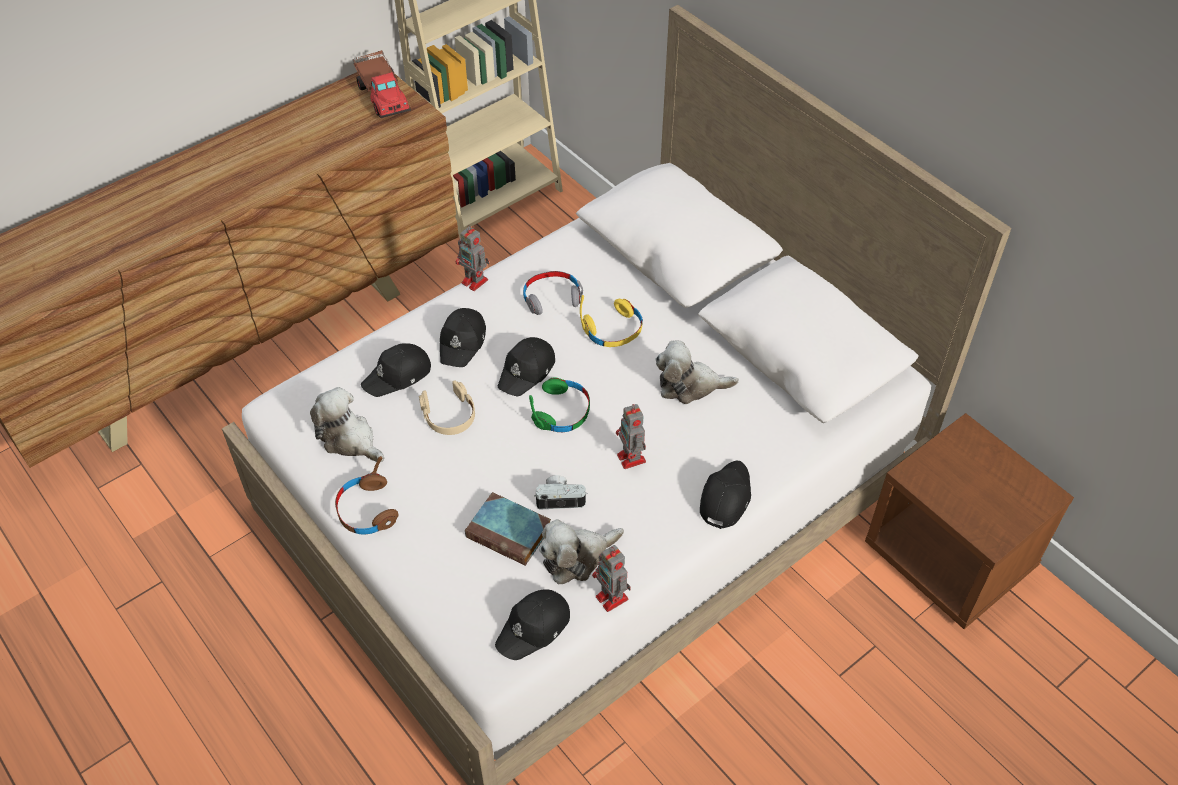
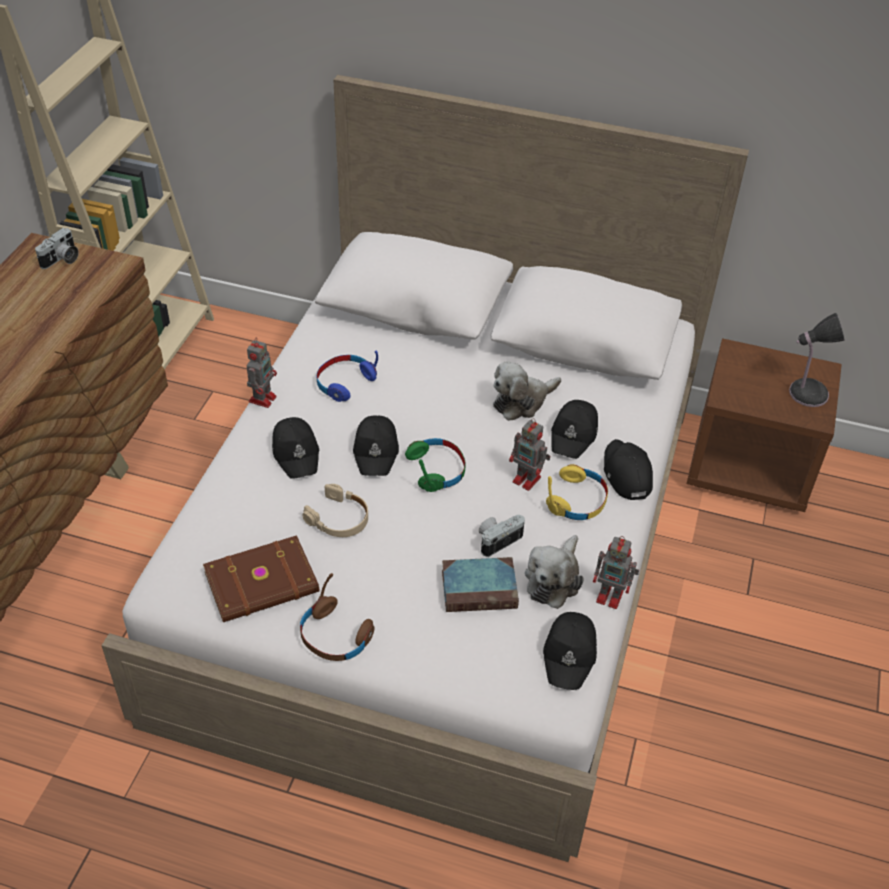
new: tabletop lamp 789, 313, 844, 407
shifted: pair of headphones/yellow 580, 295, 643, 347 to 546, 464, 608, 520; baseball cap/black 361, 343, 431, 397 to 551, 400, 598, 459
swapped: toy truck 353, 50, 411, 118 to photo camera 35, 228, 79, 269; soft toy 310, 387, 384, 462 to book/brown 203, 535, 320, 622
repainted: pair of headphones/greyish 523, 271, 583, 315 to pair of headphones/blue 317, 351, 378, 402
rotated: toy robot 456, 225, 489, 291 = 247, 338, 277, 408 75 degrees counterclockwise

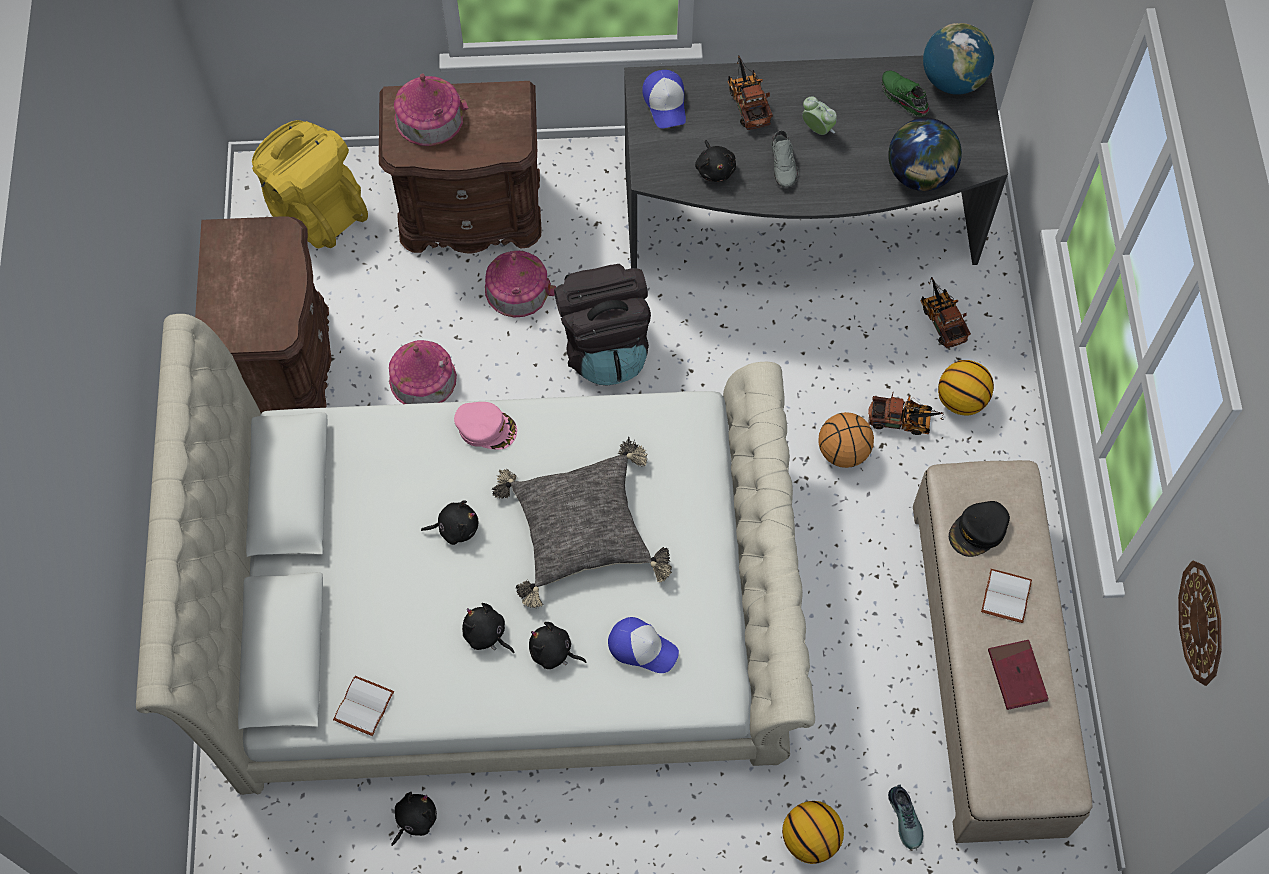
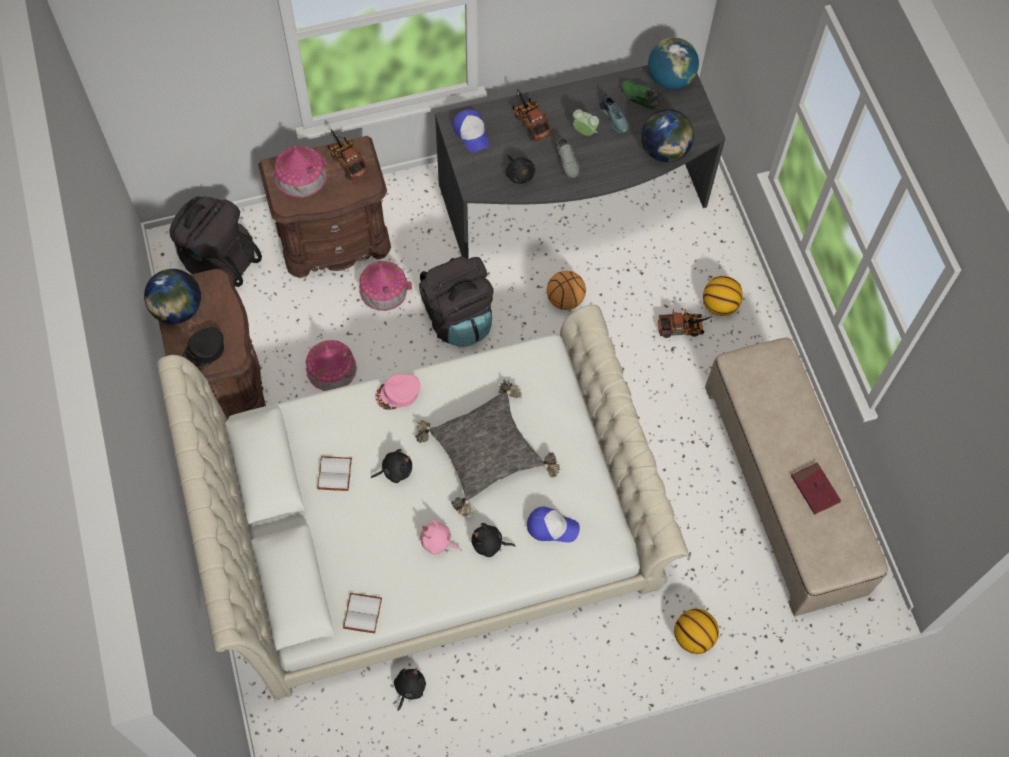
gone: clock on the wall 1178, 561, 1222, 686
new: world globe 144, 269, 201, 324
shifted: toy truck 921, 277, 971, 348 to 328, 129, 368, 181; ball for basketball 818, 412, 874, 468 to 547, 271, 586, 310; baseball cap/black 949, 501, 1010, 557 to 183, 327, 224, 370; book/whitish 981, 569, 1032, 623 to 317, 456, 352, 491; shoe 888, 785, 923, 849 to 600, 93, 629, 133
repainted: rucksack/yellow 252, 120, 368, 248 to rucksack/black 170, 196, 262, 287; soft toy/black 462, 603, 515, 653 to soft toy/pink-coloured 420, 520, 462, 555
rotated: baseball cap/pink-coloured 454, 402, 517, 450 = 375, 374, 421, 410 150 degrees clockwise

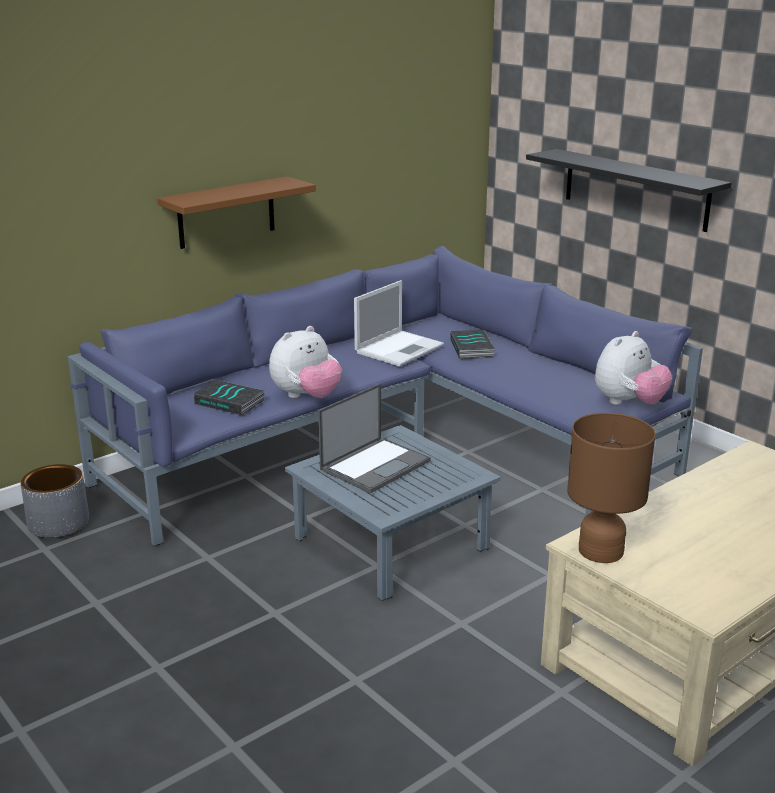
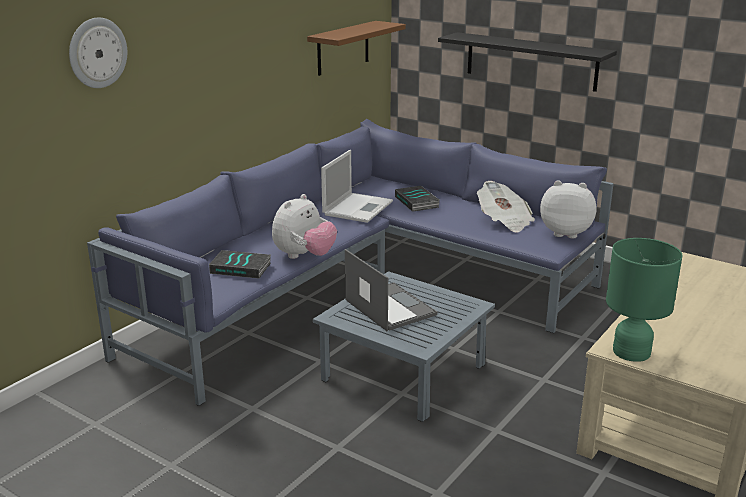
gone: plant pot/greyish 20, 464, 89, 538
new: clock on the wall 69, 18, 127, 88; newspaper 477, 181, 535, 233
shifted: shelf/brown 157, 176, 316, 249 to 307, 21, 406, 76
repainted: tabletop lamp/brown 567, 413, 656, 563 to tabletop lamp/green-coloured 606, 238, 683, 362
rotated: soft toy 595, 331, 672, 405 = 540, 180, 596, 239 105 degrees counterclockwise; portable computer 318, 383, 431, 493 = 345, 249, 437, 331 60 degrees counterclockwise

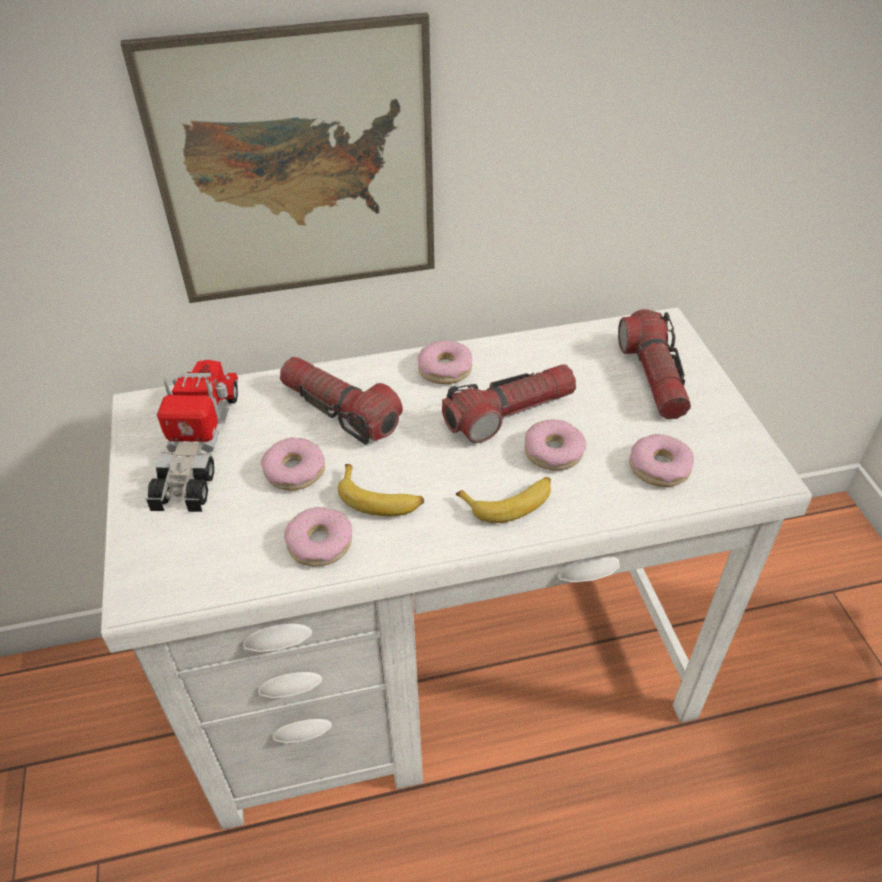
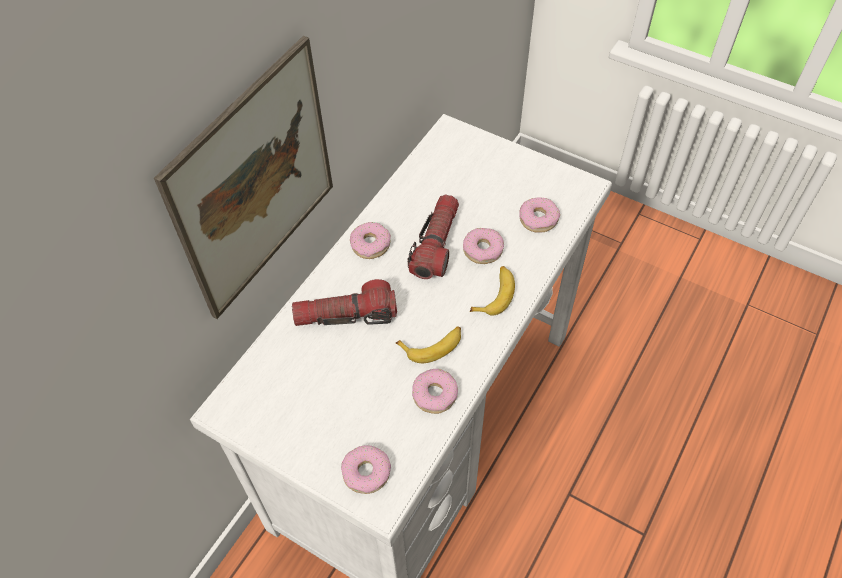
gone: flashlight 618, 309, 691, 419; toy truck 145, 359, 238, 512
shifted: doughnut 261, 437, 325, 491 to 341, 445, 391, 494

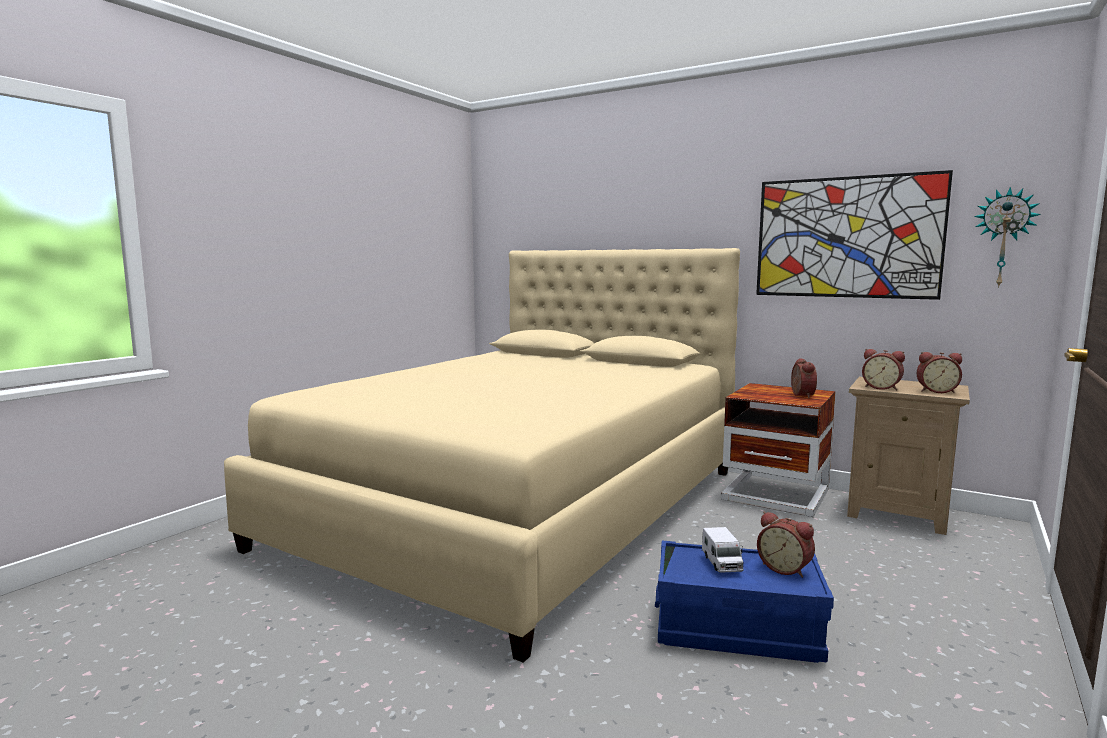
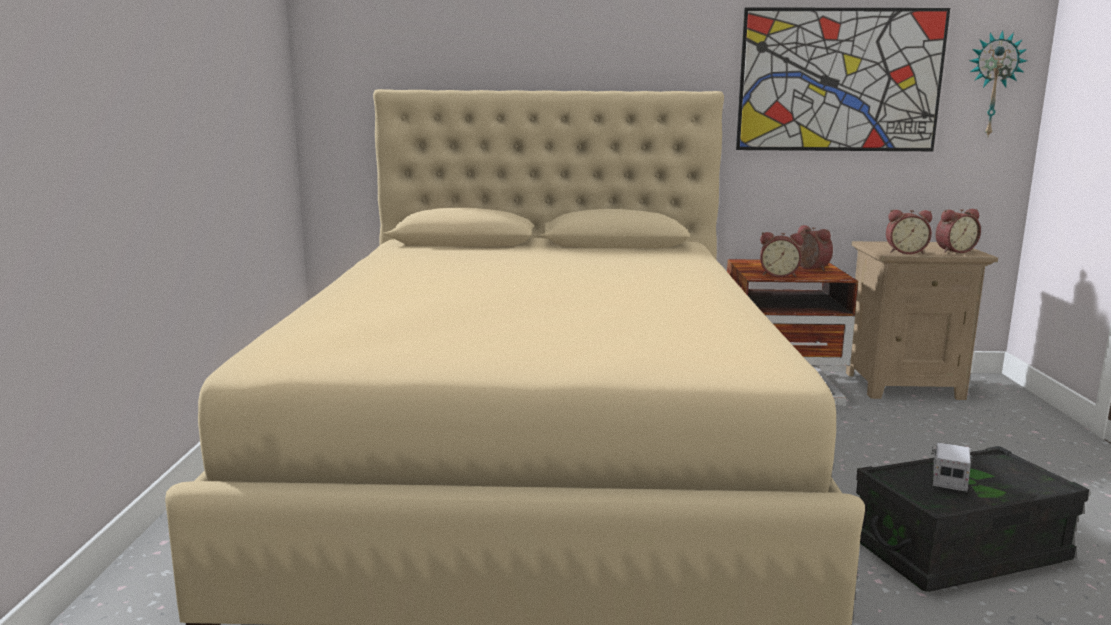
shifted: bedside clock 757, 512, 815, 578 to 760, 232, 804, 277
repainted: storage container/blue 655, 541, 834, 663 to storage container/black 856, 446, 1089, 592
rotated: toy truck 702, 527, 744, 573 = 932, 442, 973, 492 120 degrees counterclockwise

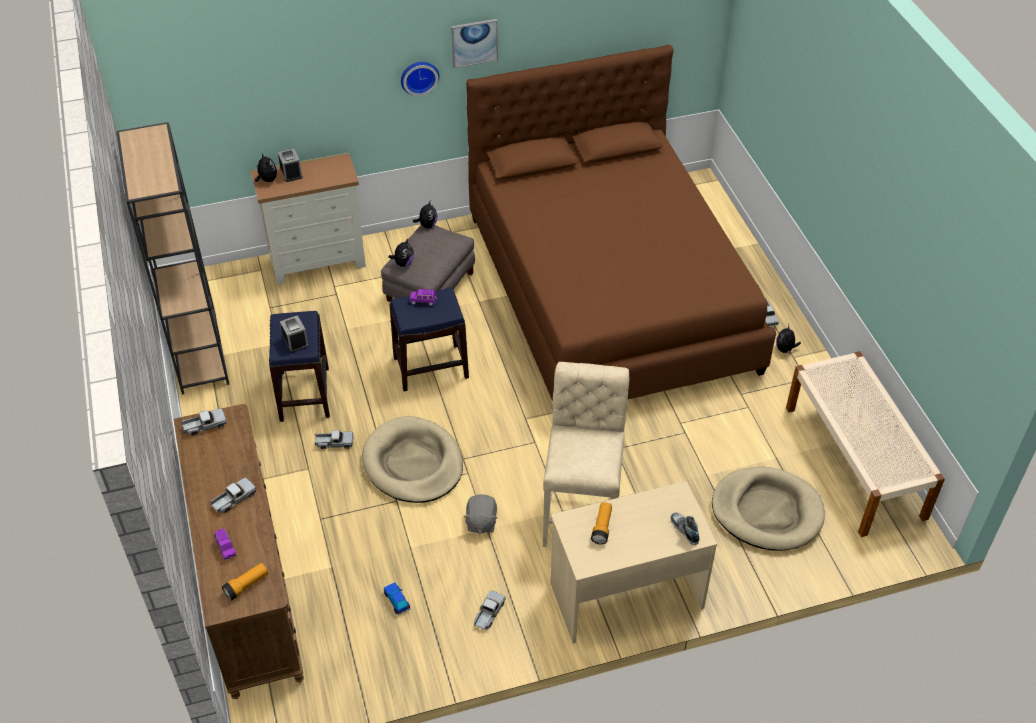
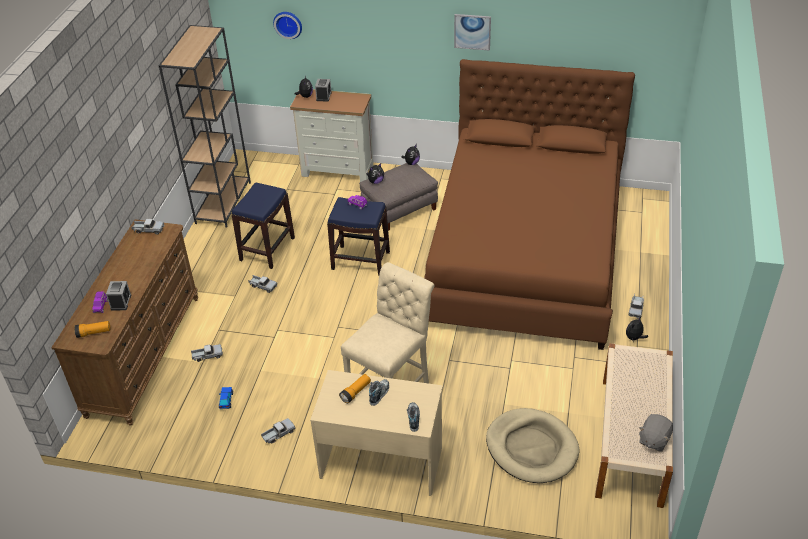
gone: pet bed/beige 362, 416, 463, 503
new: shoe 369, 379, 389, 406
shifted: clock on the wall 401, 62, 439, 96 to 273, 12, 302, 39; bedside clock 280, 315, 309, 353 to 106, 281, 131, 310; toy truck 210, 477, 257, 513 to 191, 344, 223, 362; soft toy/greyish 464, 494, 497, 534 to 639, 414, 673, 452

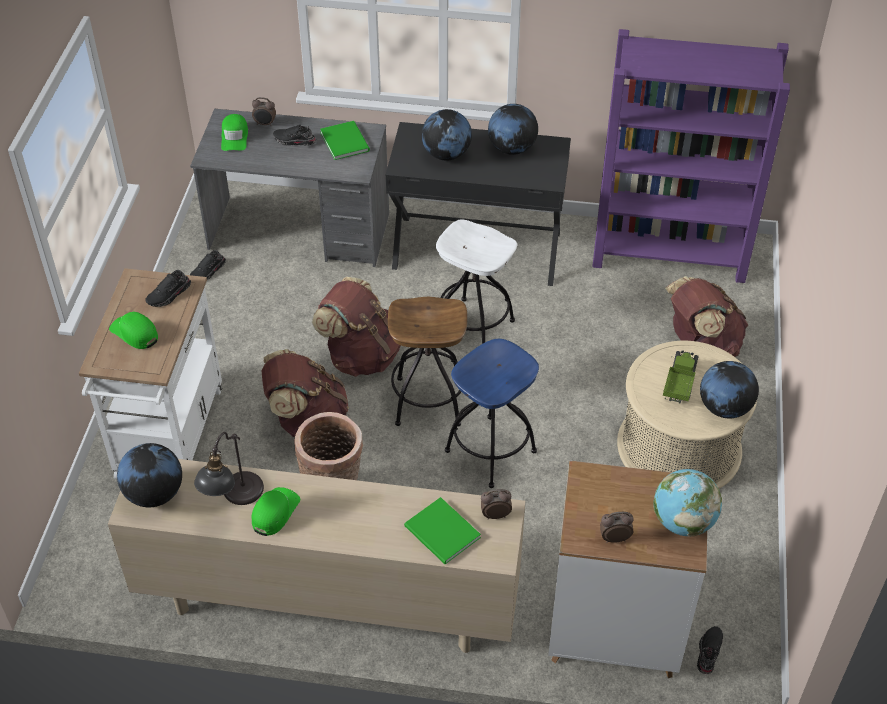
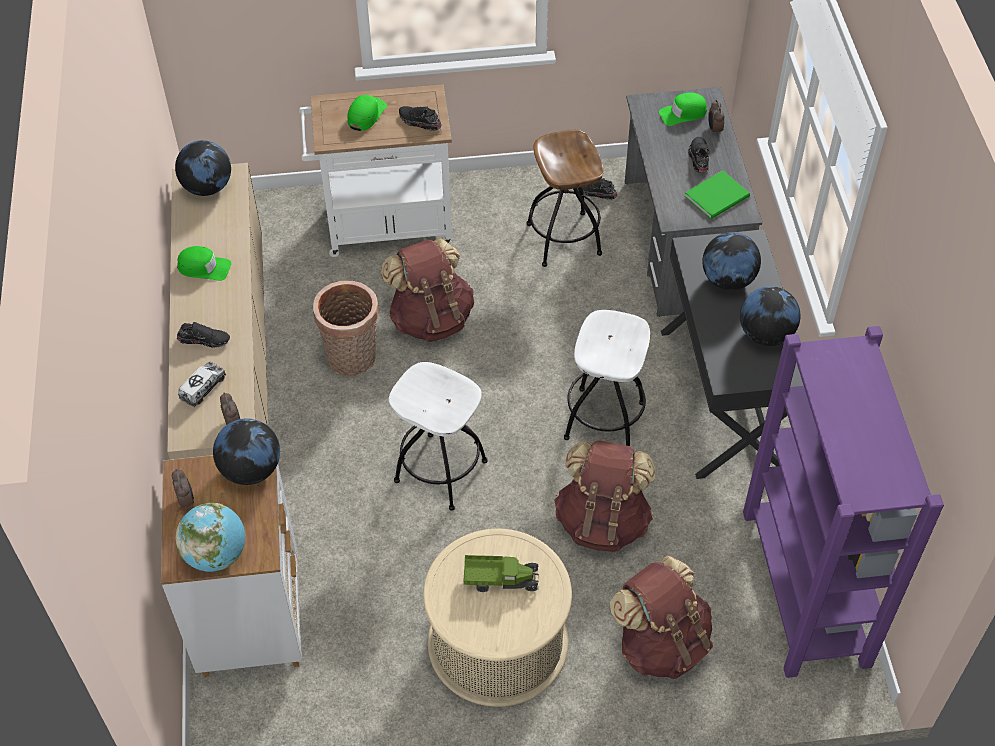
gone: tabletop lamp/greyish 194, 432, 264, 505
shifted: rucksack/brown 312, 277, 401, 377 to 554, 441, 655, 552; stool seat/brown 388, 297, 467, 426 to 527, 130, 604, 267; world globe 700, 361, 759, 418 to 213, 419, 280, 485; shoe/black 697, 626, 723, 674 to 177, 322, 230, 348
swapped: book/green-coloured 404, 497, 481, 564 to toy truck 178, 362, 226, 407
repainted: stool seat/blue 445, 339, 539, 488 to stool seat/whitish 389, 362, 488, 511

